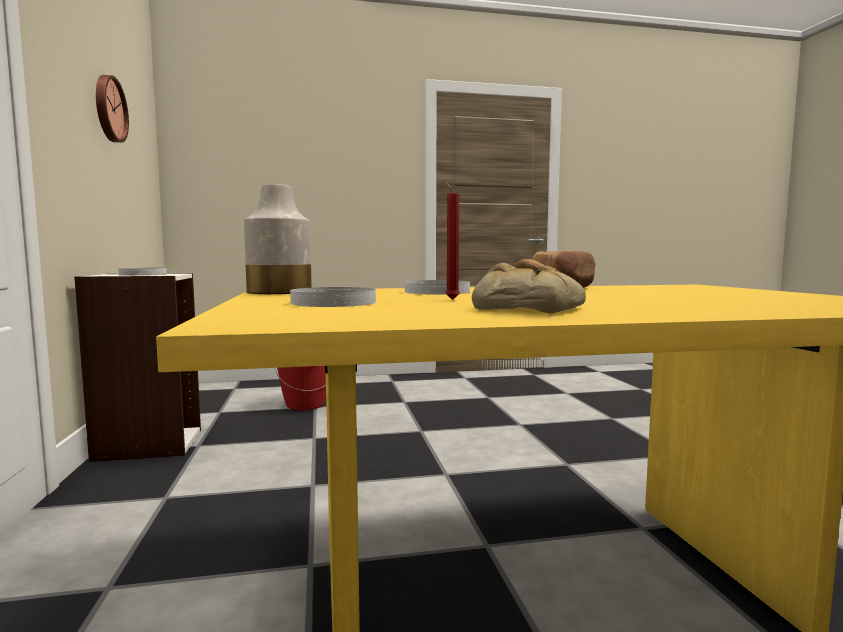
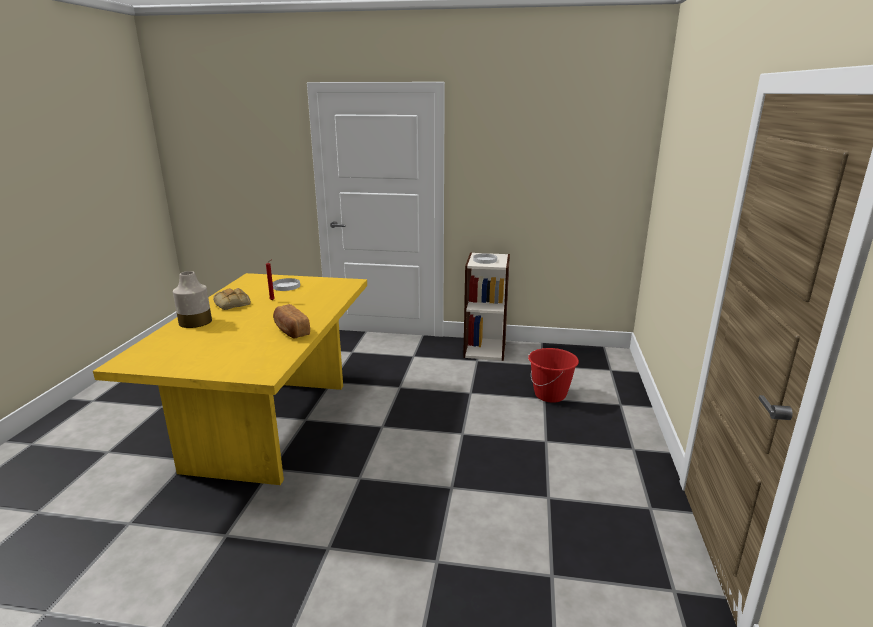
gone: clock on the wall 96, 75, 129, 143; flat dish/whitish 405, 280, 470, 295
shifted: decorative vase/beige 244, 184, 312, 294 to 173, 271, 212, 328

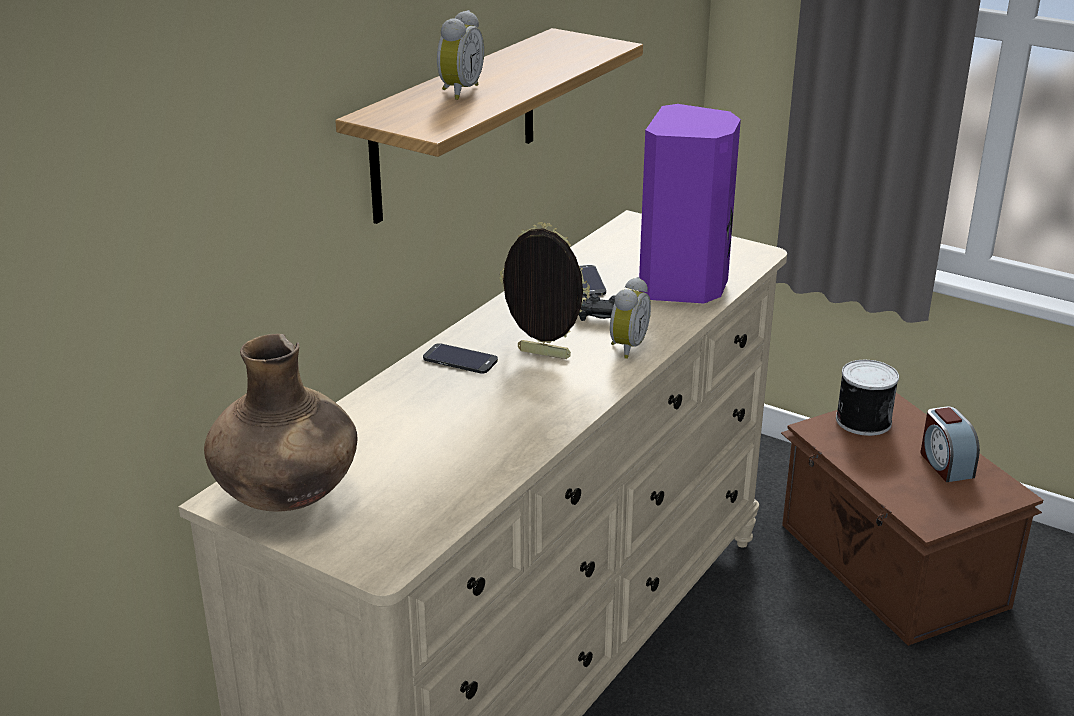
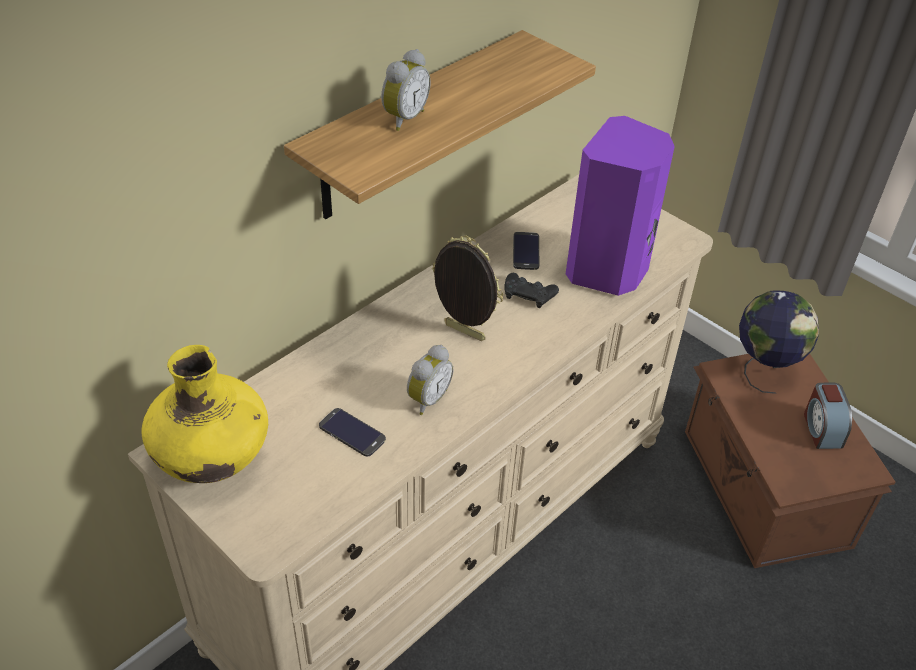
shifted: bedside clock 610, 277, 651, 359 to 407, 345, 453, 415; telephone 423, 343, 498, 373 to 319, 408, 386, 457
swapped: can 836, 360, 899, 436 to world globe 739, 290, 819, 394
repainted: decorative vase/brown 204, 334, 357, 512 to decorative vase/yellow 142, 345, 268, 483

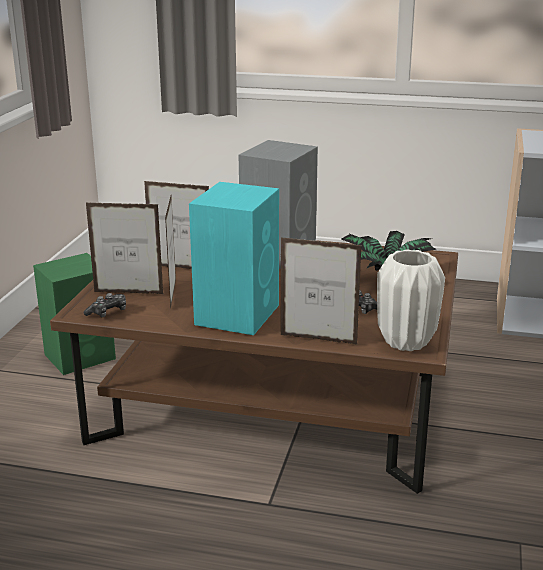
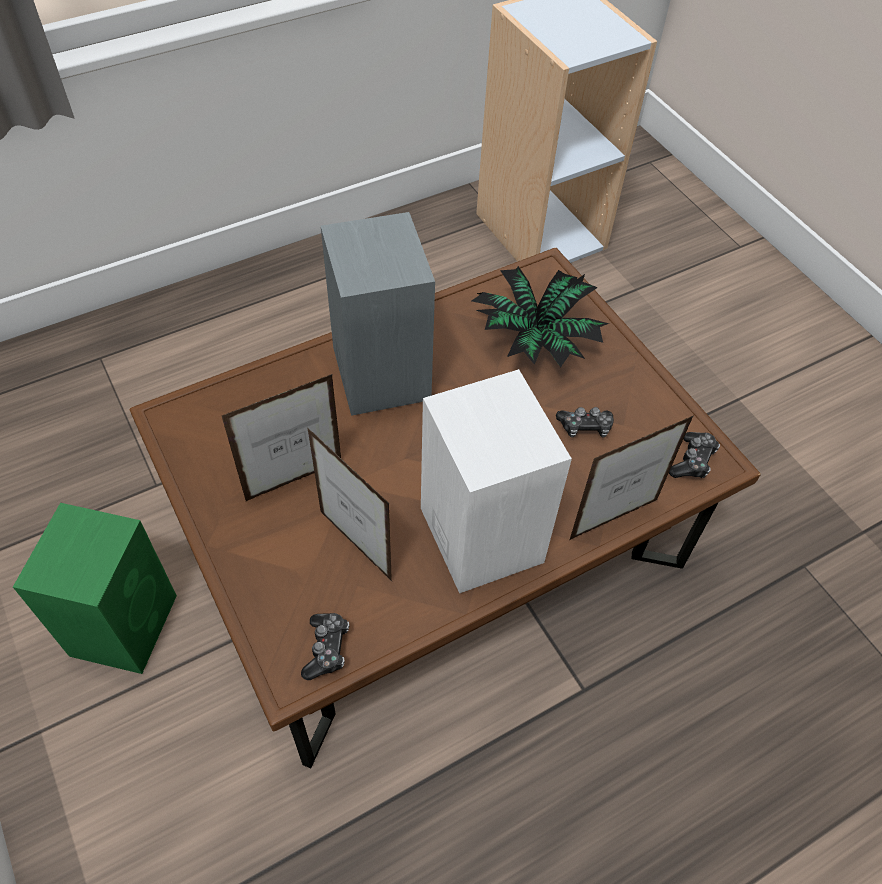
gone: photo frame 86, 203, 163, 294
swapped: decorative vase/whitish 377, 249, 445, 351 to joypad 669, 432, 720, 478
repainted: audio speaker/turquoise-coloured 189, 182, 279, 335 to audio speaker/whitish 421, 369, 572, 593

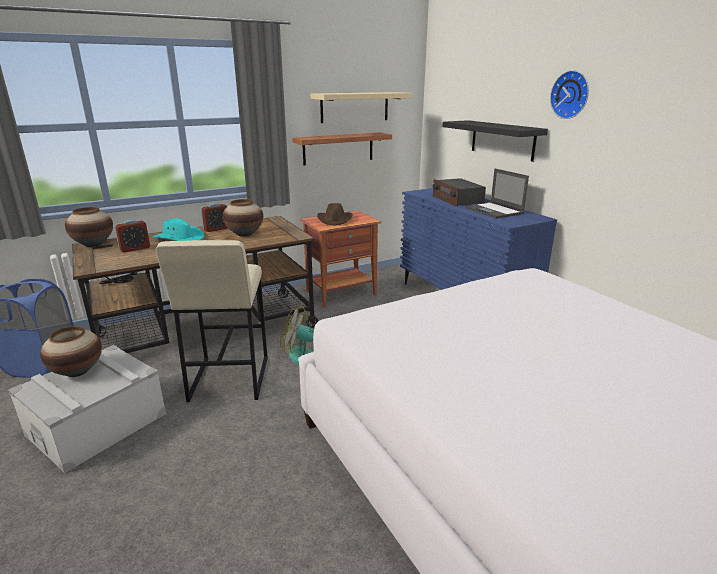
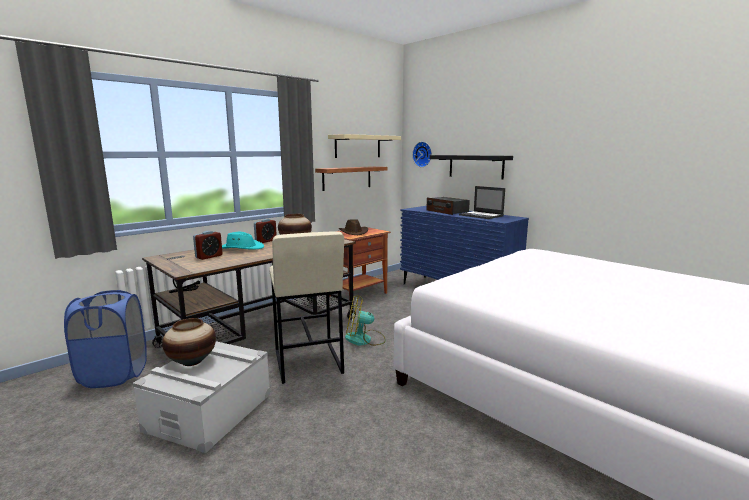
gone: decorative vase 65, 207, 113, 247
shifted: clock on the wall 550, 70, 589, 119 to 412, 142, 432, 167

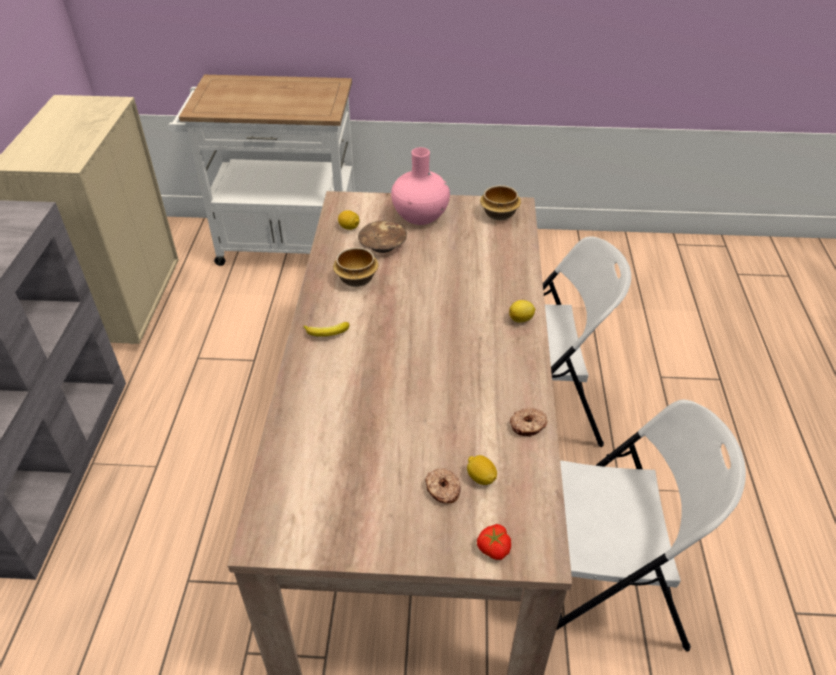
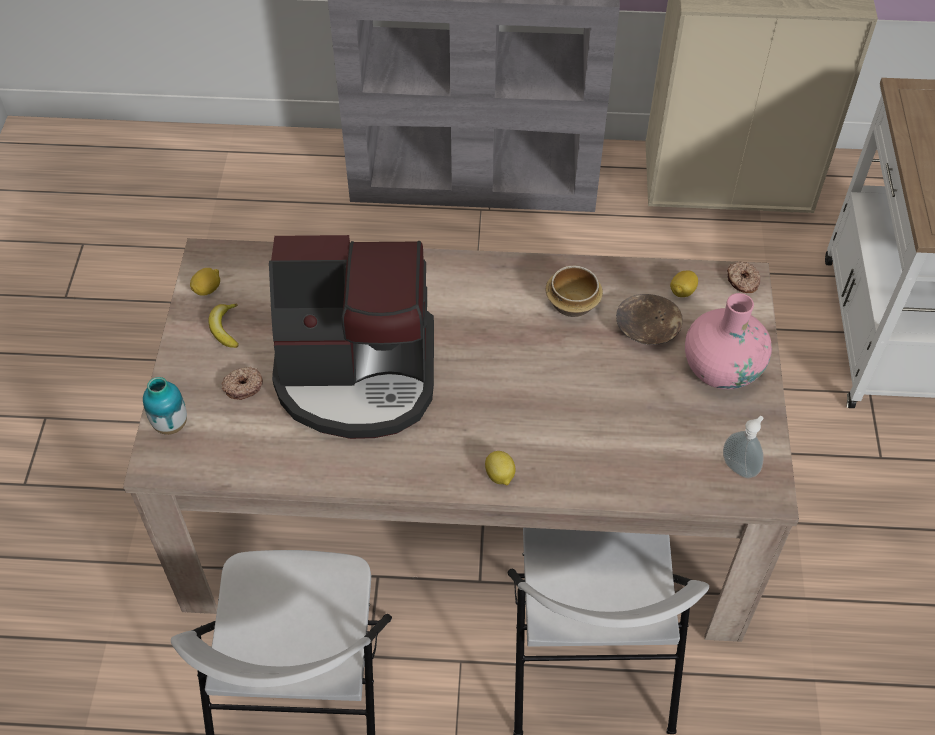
new: coffee machine 269, 235, 434, 439
shifted: banana fruit 303, 322, 349, 337 to 208, 304, 239, 348; doughnut 510, 408, 548, 437 to 727, 261, 760, 293; lemon 467, 455, 497, 485 to 190, 268, 220, 296
swapped: bowl 480, 185, 521, 220 to soap dispenser 723, 416, 764, 478; fresh tomato 477, 524, 511, 560 to decorative vase 143, 377, 187, 435

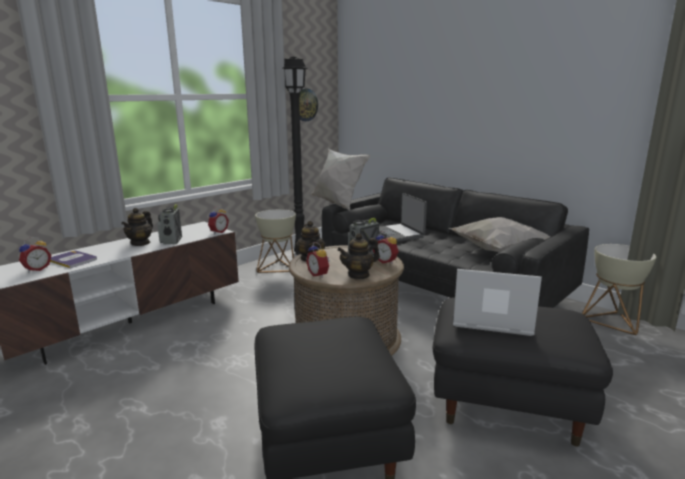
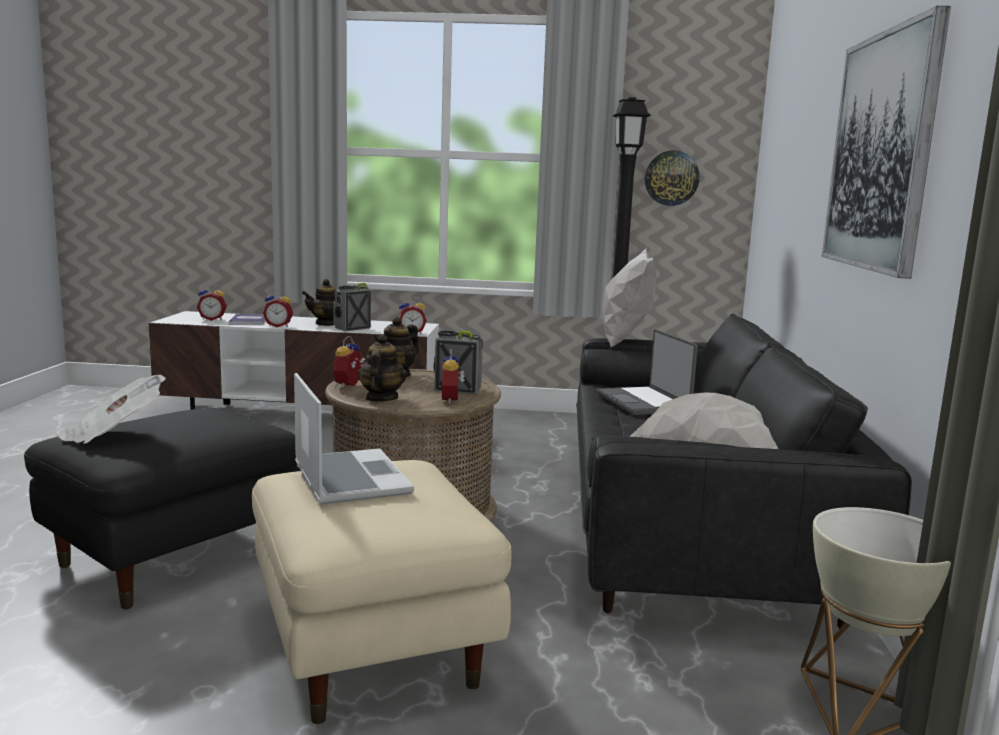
gone: plant pot 255, 209, 296, 273
new: picture 822, 6, 951, 279; bedside clock 263, 290, 293, 328; newspaper 58, 375, 166, 444
repainted: footrest/black 433, 297, 613, 447 to footrest/beige 252, 460, 512, 724
rotated: portable computer 379, 193, 427, 242 = 597, 330, 698, 415 45 degrees counterclockwise; teapot 338, 233, 380, 279 = 358, 334, 407, 402 75 degrees clockwise

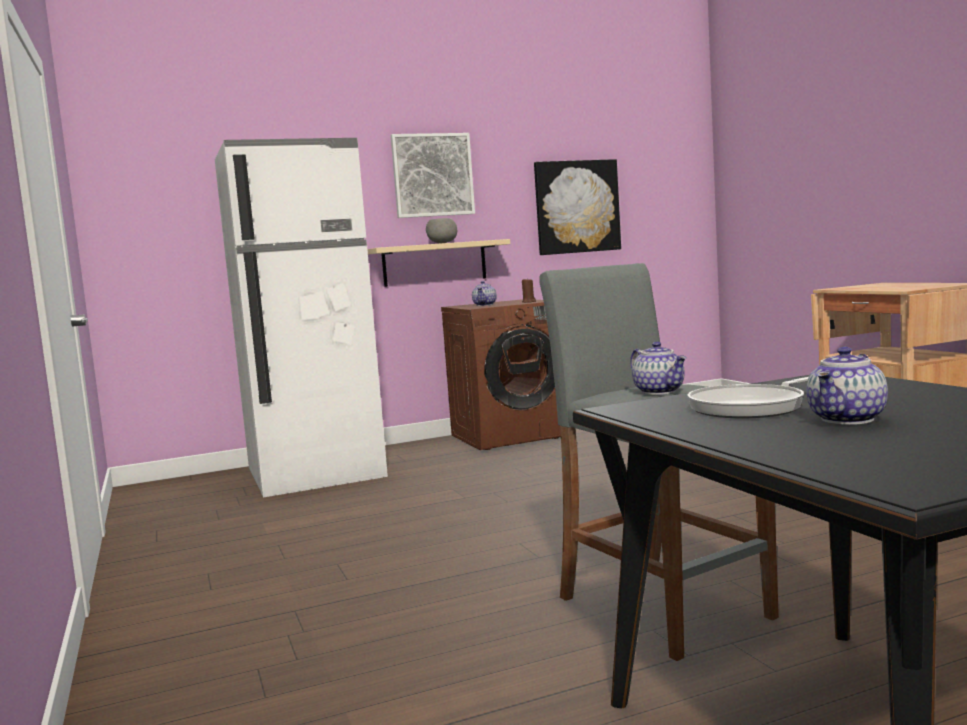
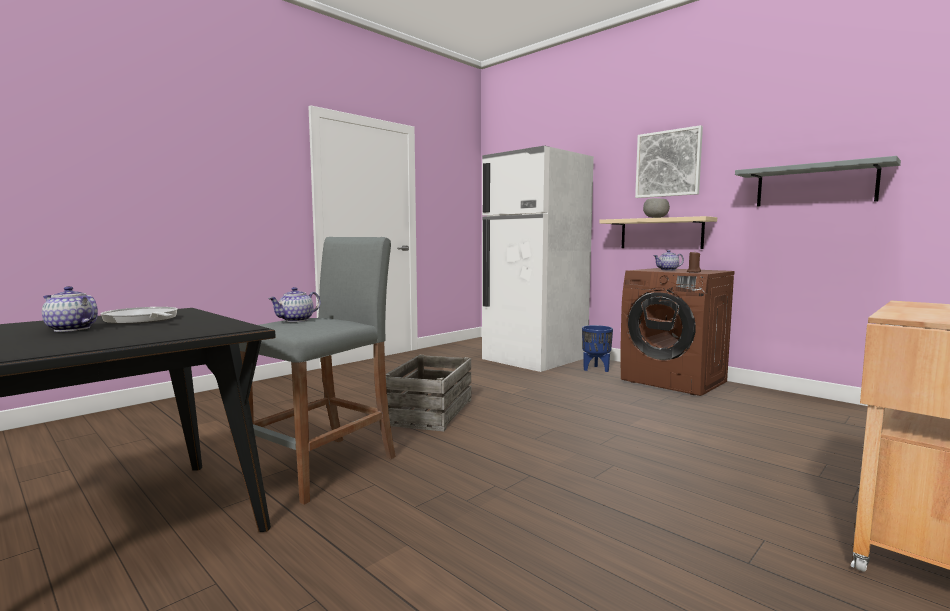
new: plant pot/blue 582, 325, 613, 372; crate 386, 355, 471, 432
swapped: picture 534, 159, 621, 255 to shelf/greyish 735, 156, 901, 206

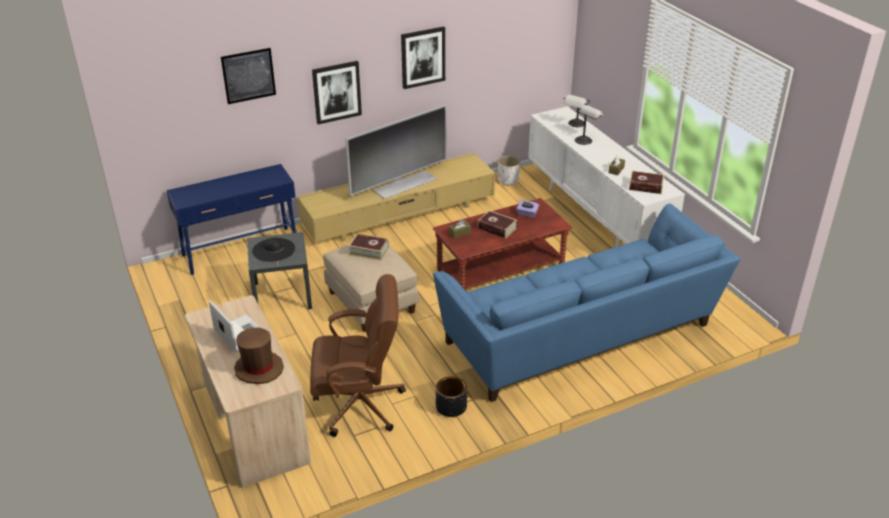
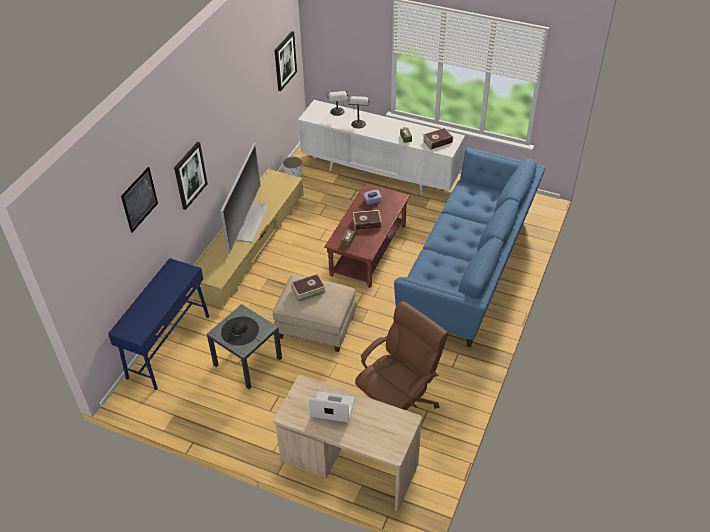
gone: clothing hat/brown 234, 328, 284, 384; plant pot/black 436, 376, 467, 417
shifted: picture 401, 27, 445, 89 to 274, 31, 297, 91

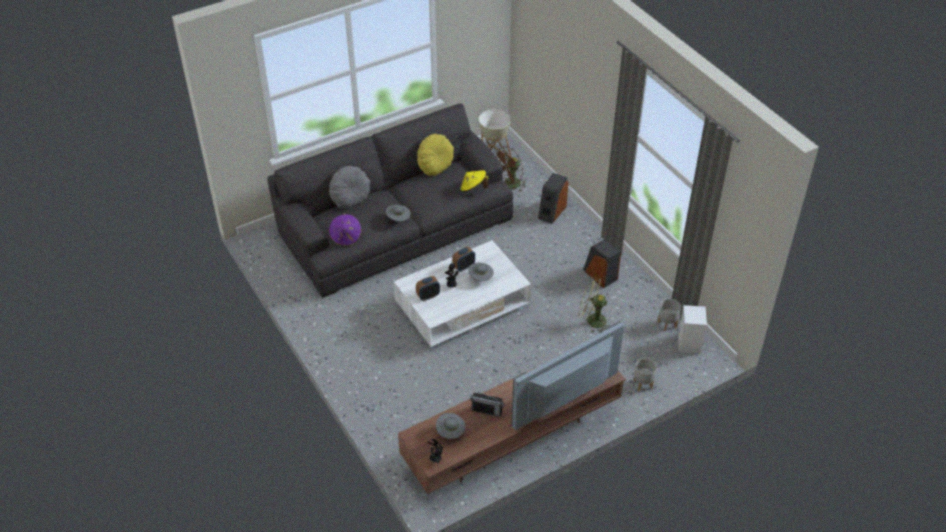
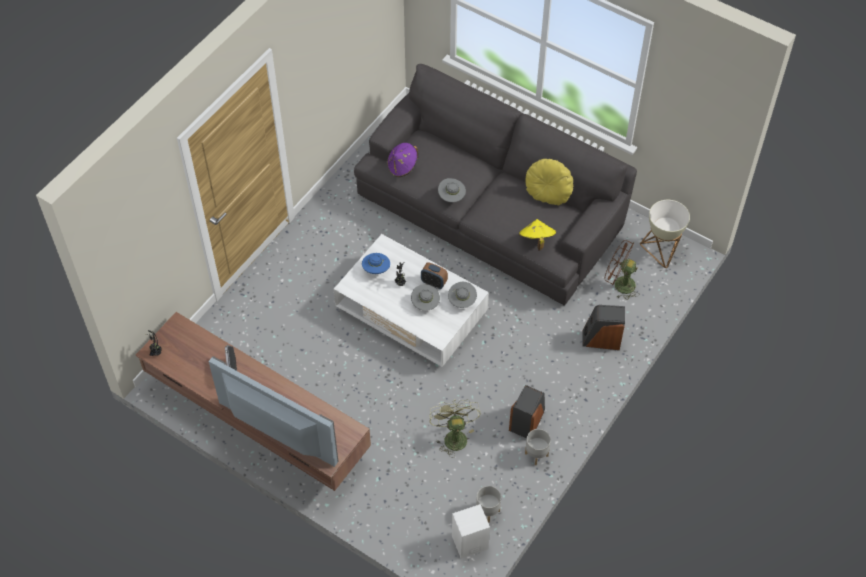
gone: pillow/greyish 329, 166, 370, 209
shifted: plant pot/greyish 633, 358, 657, 391 to 525, 429, 551, 465; clothing hat/greyish 436, 413, 465, 439 to 448, 282, 477, 308
swapped: bedside clock 416, 276, 440, 301 to clothing hat/blue 362, 253, 390, 274

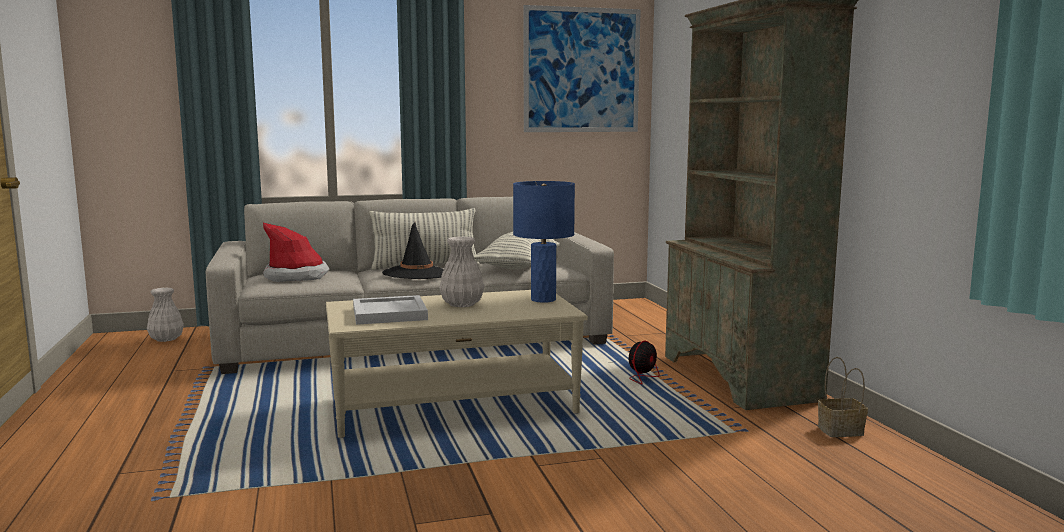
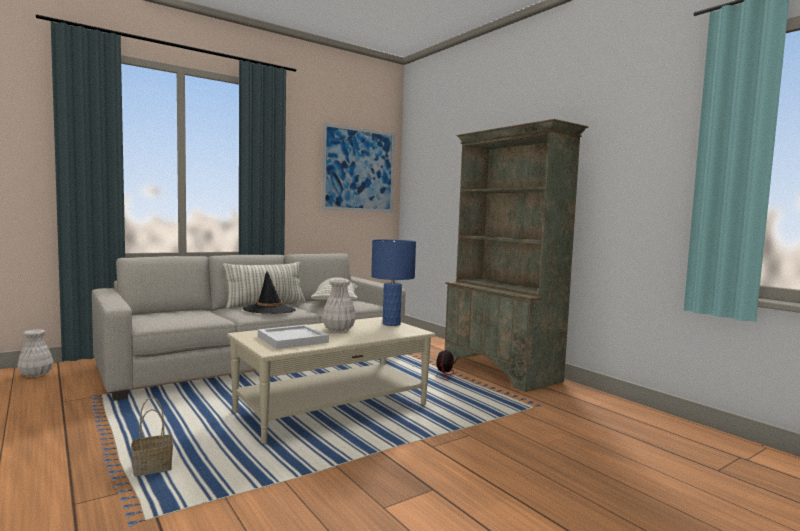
gone: clothing hat 263, 223, 329, 282
shifted: basket 818, 357, 868, 437 to 131, 397, 173, 476

